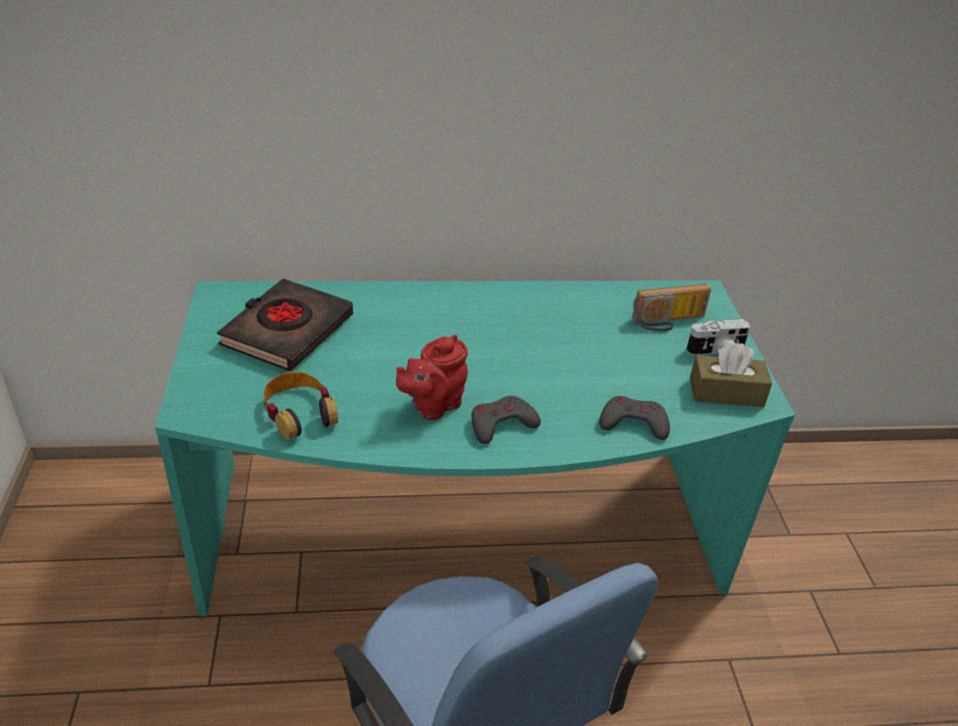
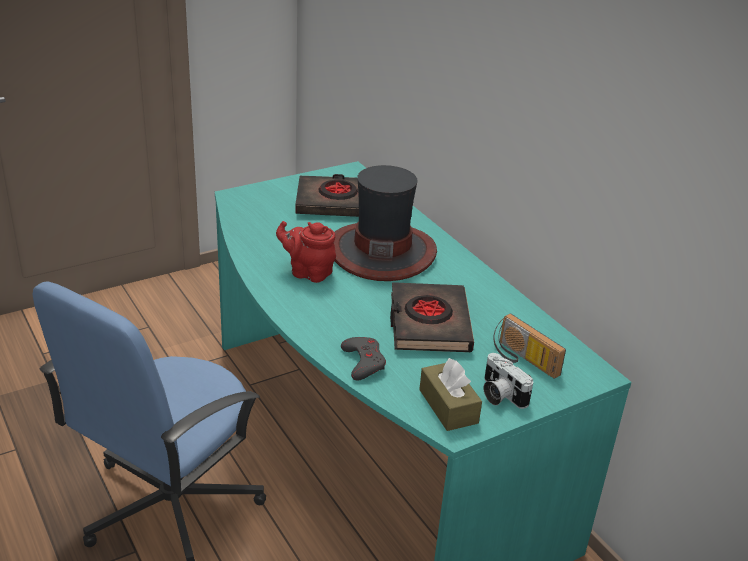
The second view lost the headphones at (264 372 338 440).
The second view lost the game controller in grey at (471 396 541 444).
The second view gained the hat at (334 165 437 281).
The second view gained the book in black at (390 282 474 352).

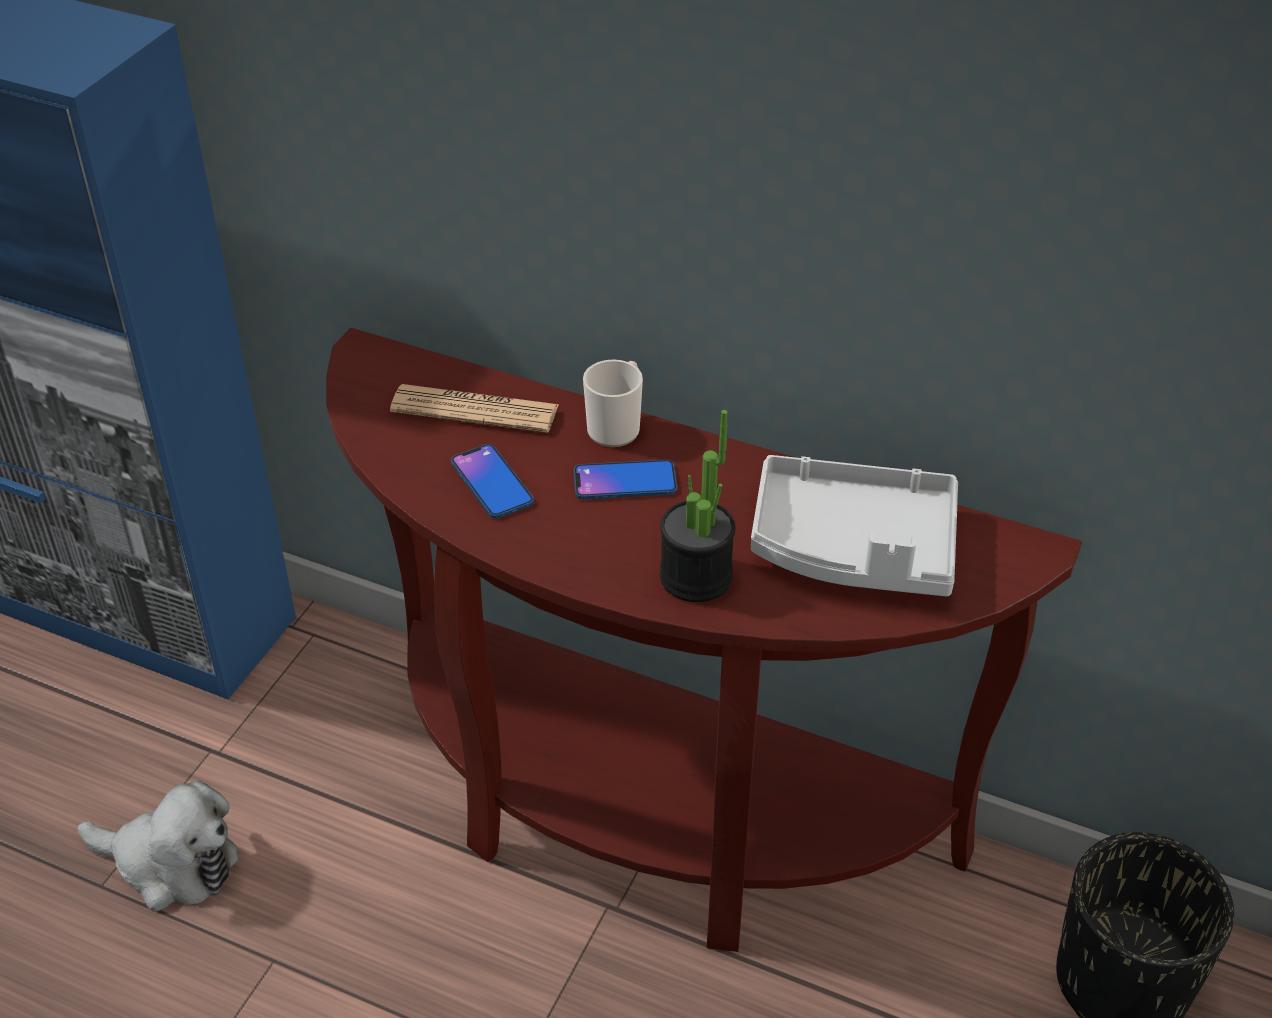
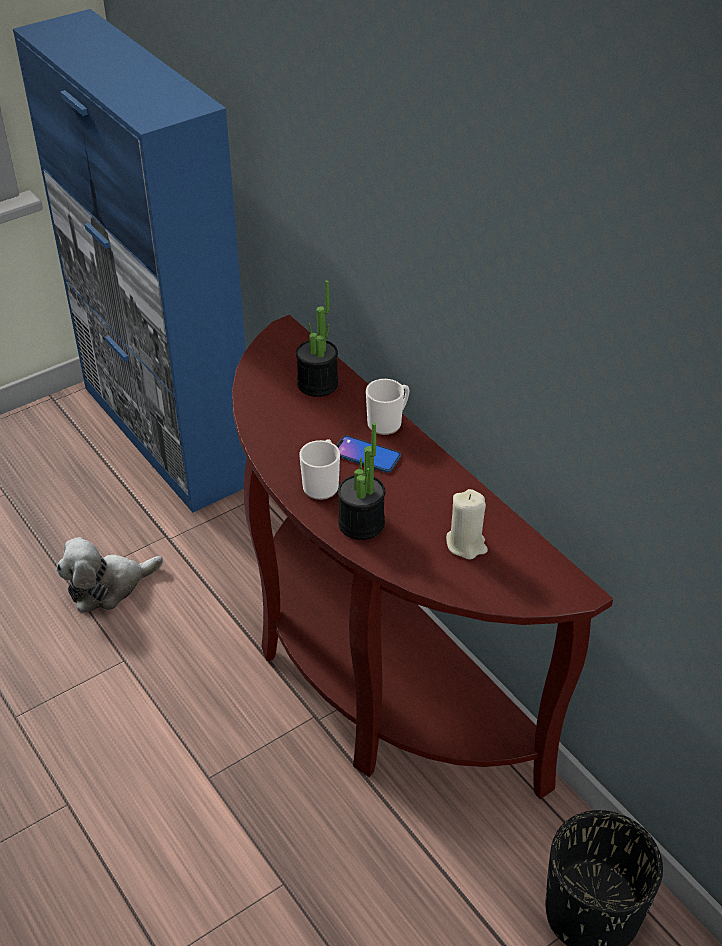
Where the newspaper stood at (390 384 559 433), the potted plant came to stand at (296 280 338 397).
The second view lost the phone at (451 444 534 518).
Where the tray in grey stood at (751 455 958 597), the candle in beige came to stand at (446 489 488 560).
The plush toy at (78 780 240 911) ended up facing another way, 105 degrees clockwise from before.
The second view gained the mug at (299 440 340 500).

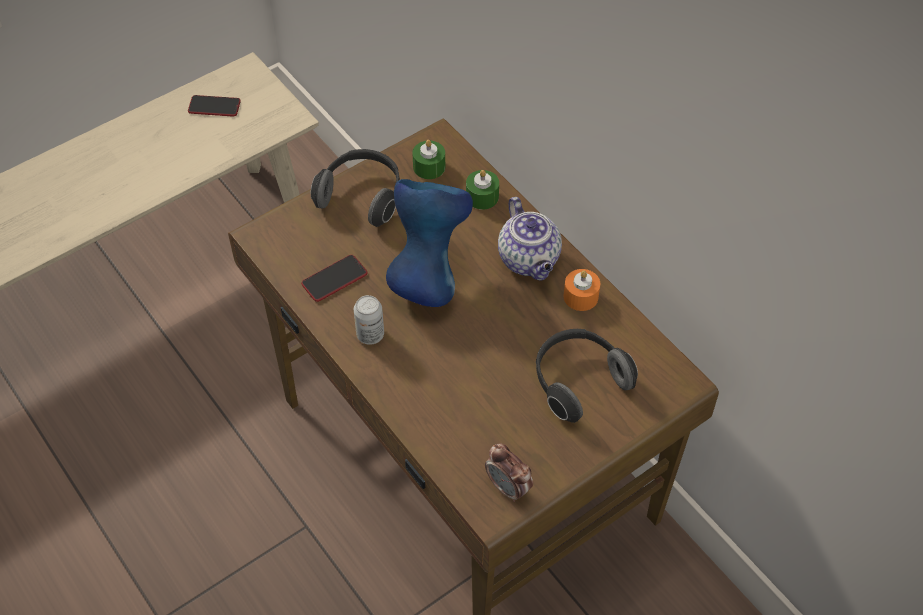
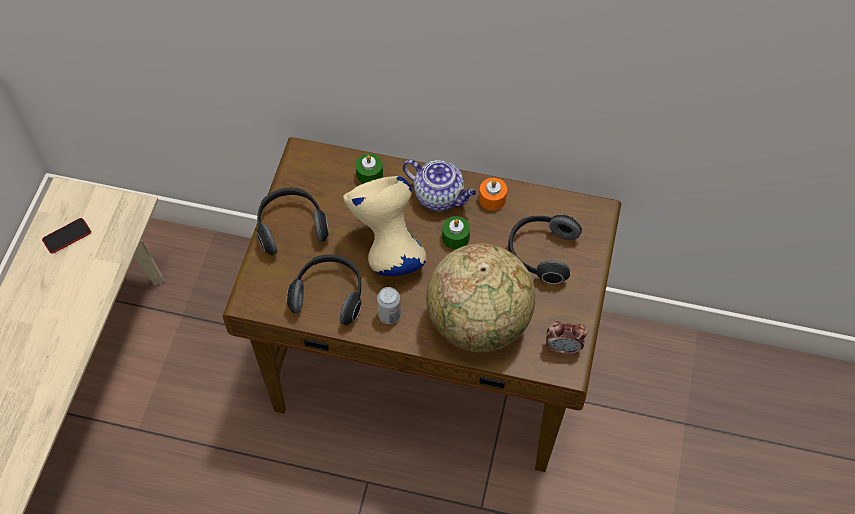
The candle in green ended up elsewhere, having gone from (413 140 445 179) to (442 216 470 249).
What was the vase in blue at (386 179 473 307) turned into the vase in beige at (343 176 426 276).
Where the phone stood at (301 255 368 302), the headphones came to stand at (287 254 362 325).
The second view gained the globe at (426 243 535 352).

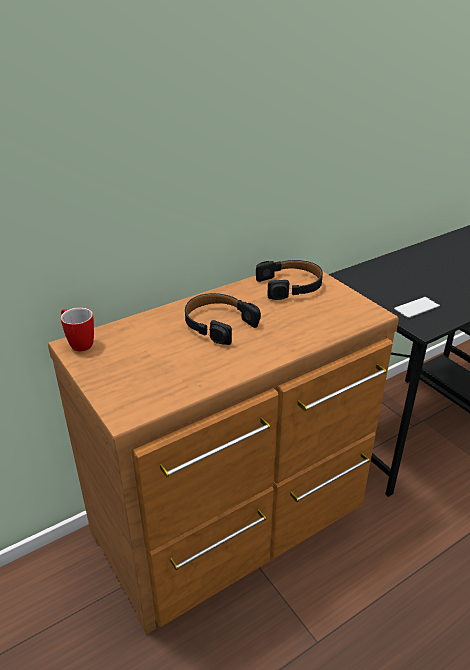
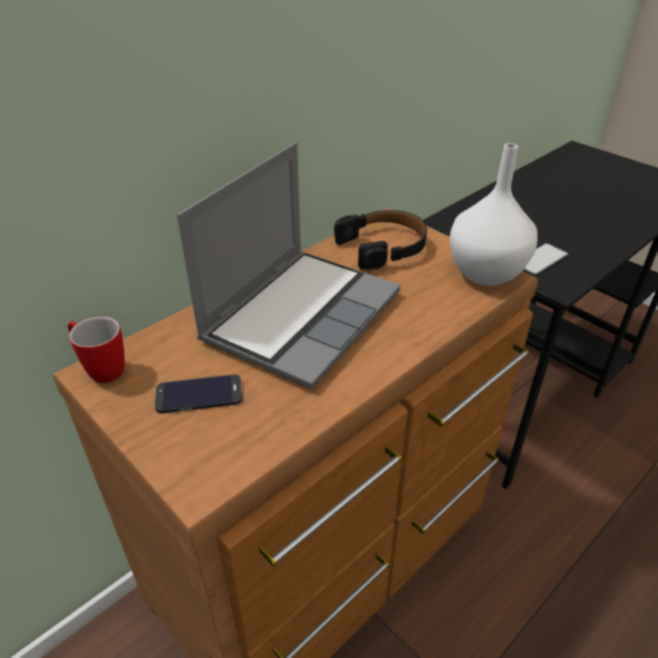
Where the headphones in black stood at (185 293 261 345), the laptop came to stand at (177 142 401 389).
The second view gained the vase in white at (449 143 537 286).
The second view gained the phone at (155 374 242 413).

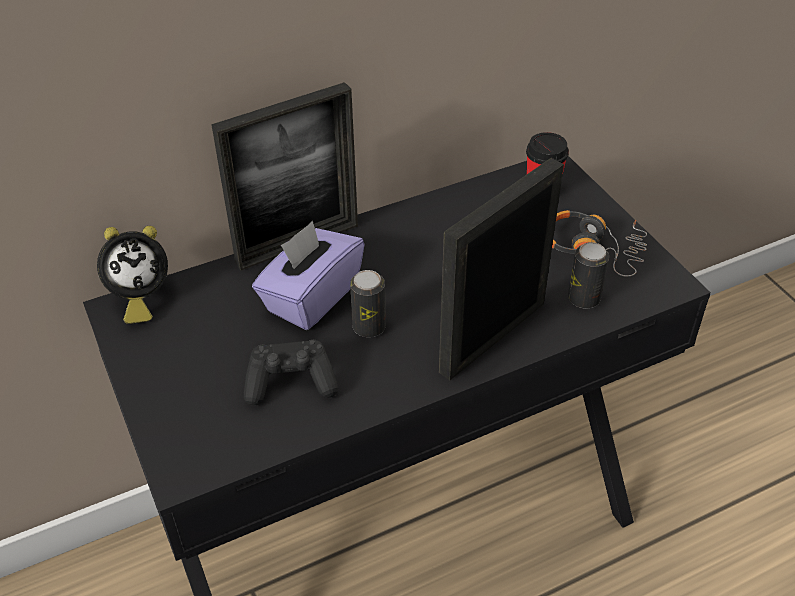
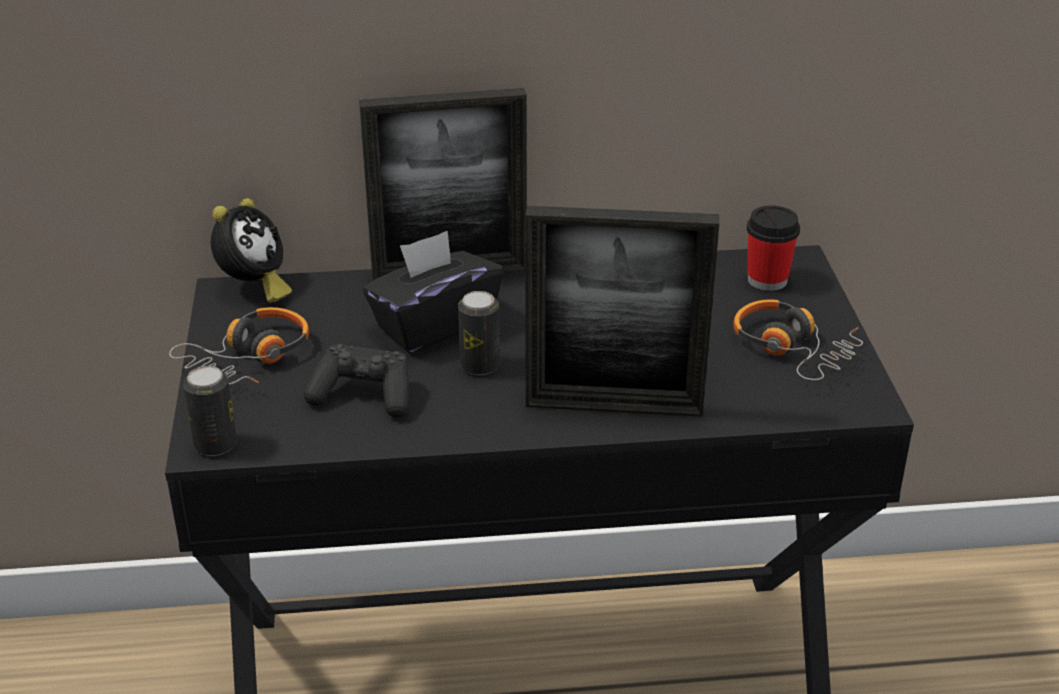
The picture frame at (439 158 564 380) ended up facing another way, 150 degrees counterclockwise from before.
What was the tissue box in purple at (252 221 365 330) turned into the tissue box in black at (363 231 503 353).
The alarm clock at (97 226 168 324) ended up facing another way, 60 degrees counterclockwise from before.
The can ended up elsewhere, having gone from (568 242 609 309) to (183 366 237 456).
The second view gained the headphones at (169 307 309 384).

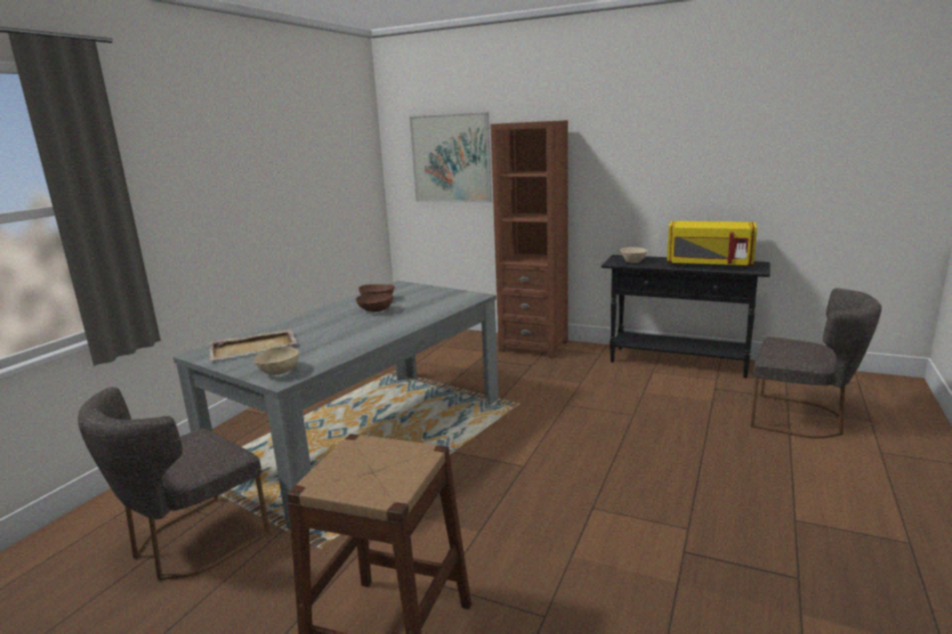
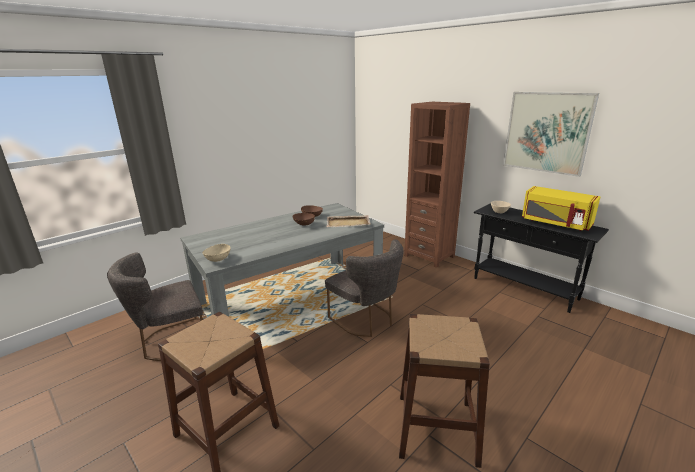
The picture ended up elsewhere, having gone from (409 112 492 202) to (503 92 599 177).
The chair in grey ended up elsewhere, having gone from (751 288 882 438) to (325 239 404 337).
The tray in beige ended up elsewhere, having gone from (209 329 297 361) to (327 215 371 227).
The second view gained the stool in brown at (399 314 490 468).

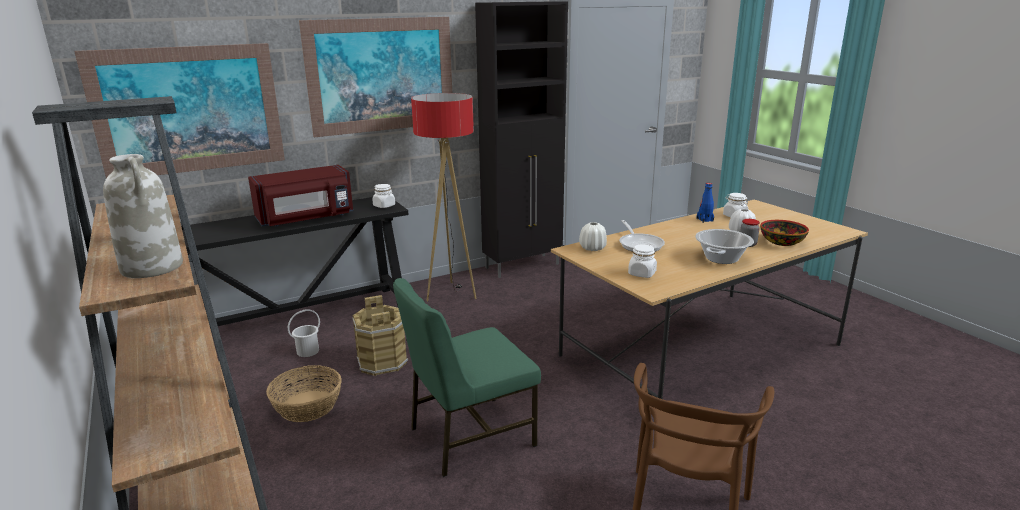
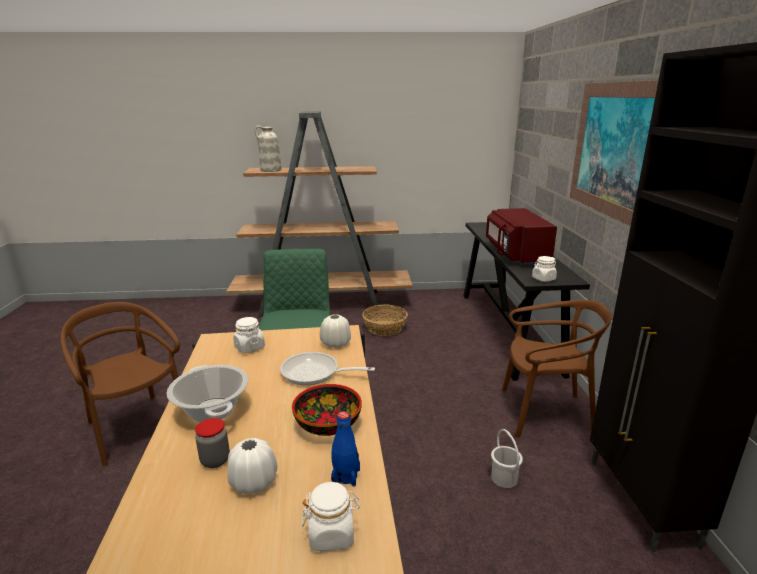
The second view lost the picture at (74 43 285 178).
Where the floor lamp stood at (411 93 477 302), the chair in brown came to stand at (502 300 612 437).
The bowl ended up elsewhere, having gone from (760 220 809 246) to (292 384 362 436).
The second view lost the bucket in brown at (352 295 408 376).
The bucket in white ended up elsewhere, having gone from (288 309 320 357) to (491 429 523 488).

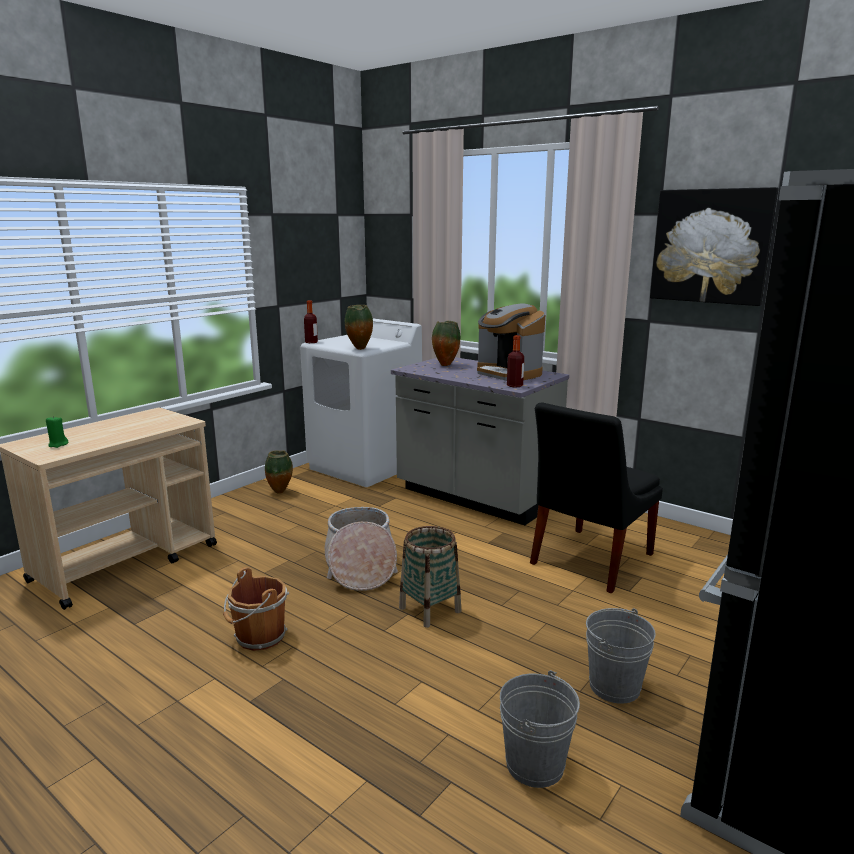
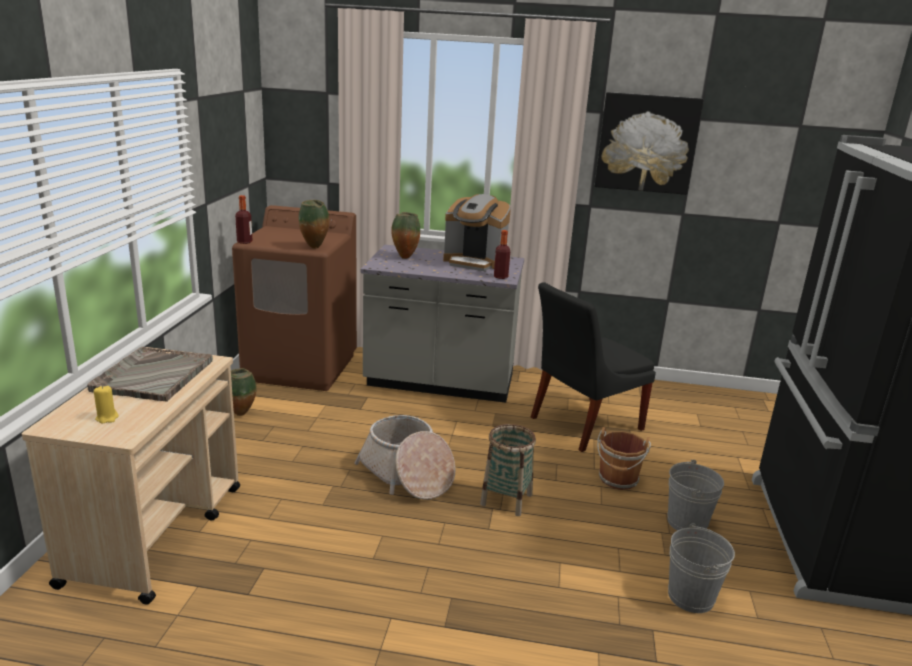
What was the washing machine in white at (300 319 422 487) turned into the washing machine in brown at (232 205 357 391).
The chair in black at (530 402 663 593) ended up facing another way, 45 degrees clockwise from before.
What was the candle in green at (46 416 68 448) turned into the candle in yellow at (94 385 118 424).
The bucket in brown ended up elsewhere, having gone from (223 567 289 651) to (597 427 651 490).
The second view gained the tray in grey at (87 347 213 402).

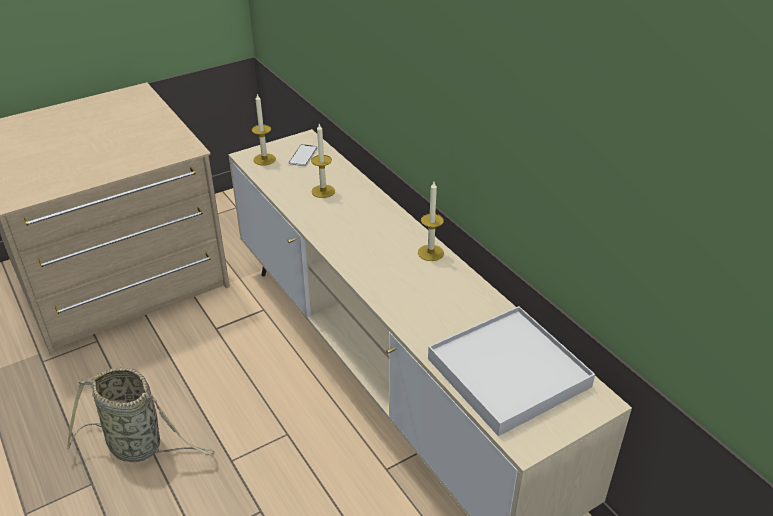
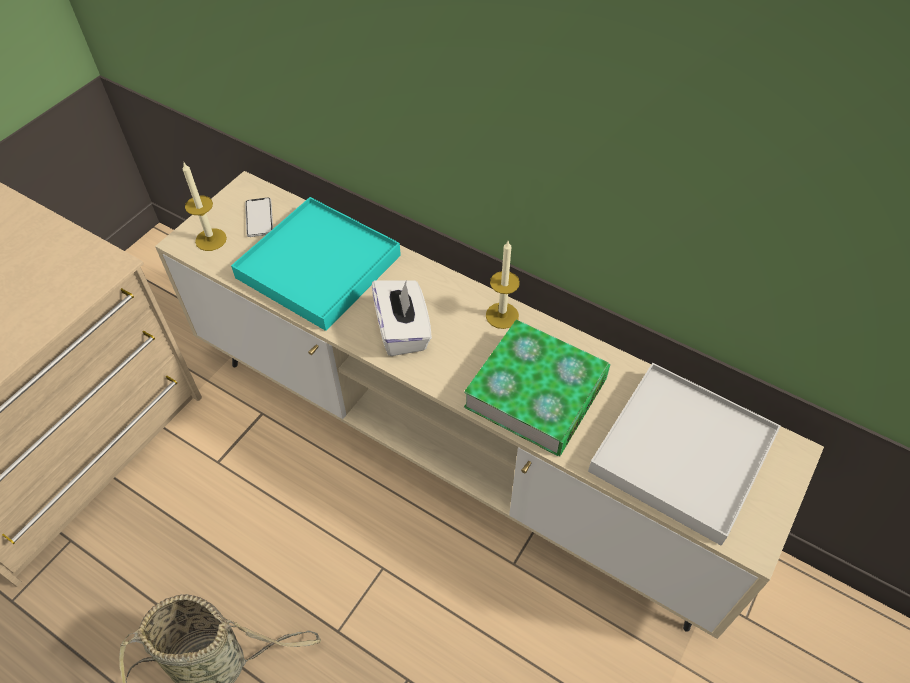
Where the candle stood at (311 124 335 198), the tray in turquoise came to stand at (231 197 401 331).
The second view gained the tissue box in white at (372 279 432 356).
The second view gained the book at (464 319 611 456).

